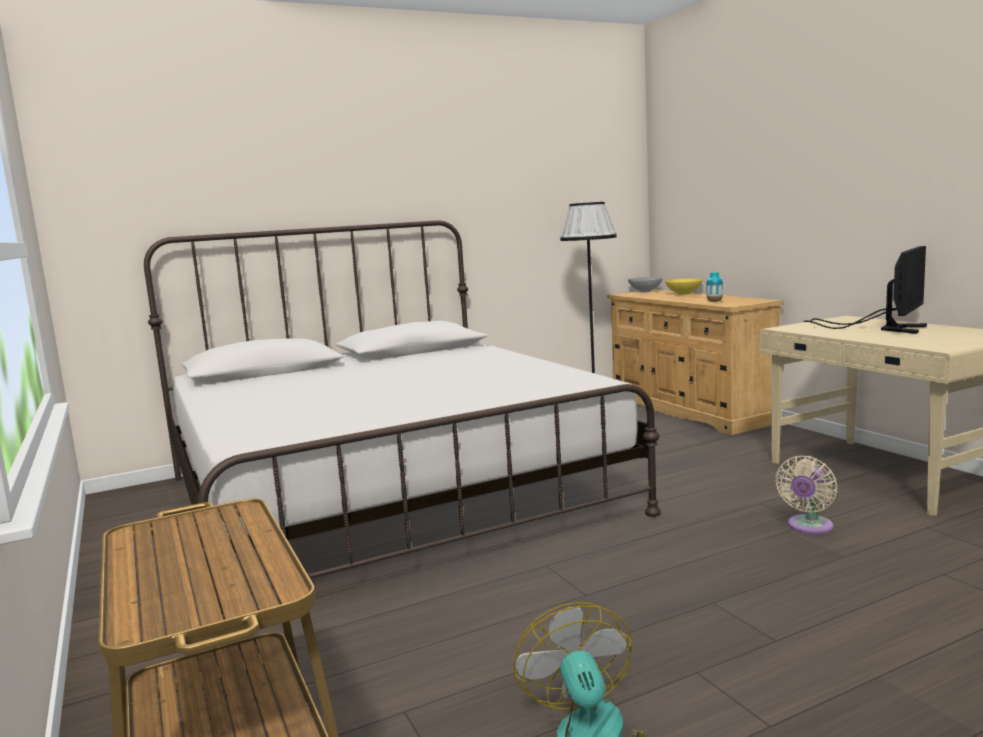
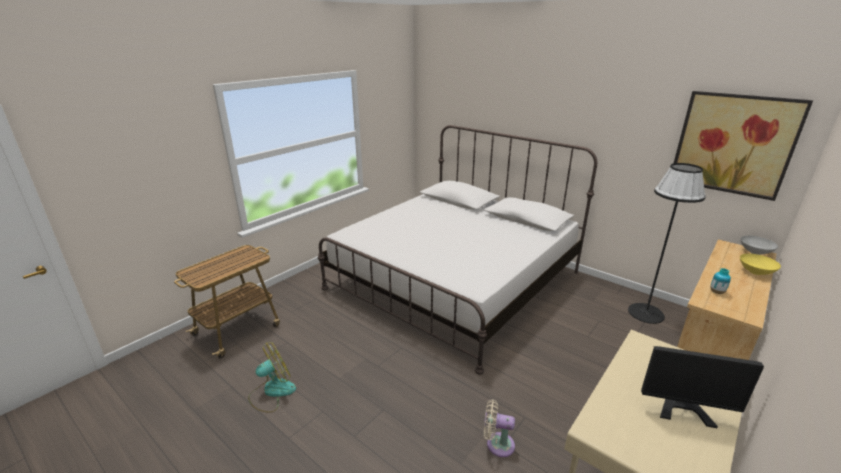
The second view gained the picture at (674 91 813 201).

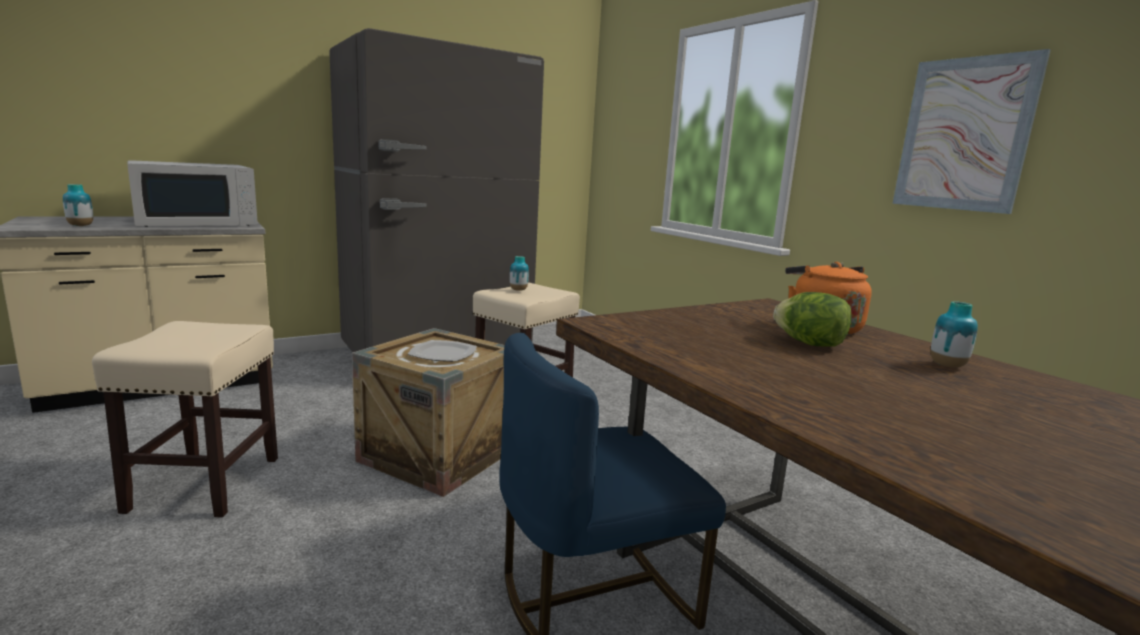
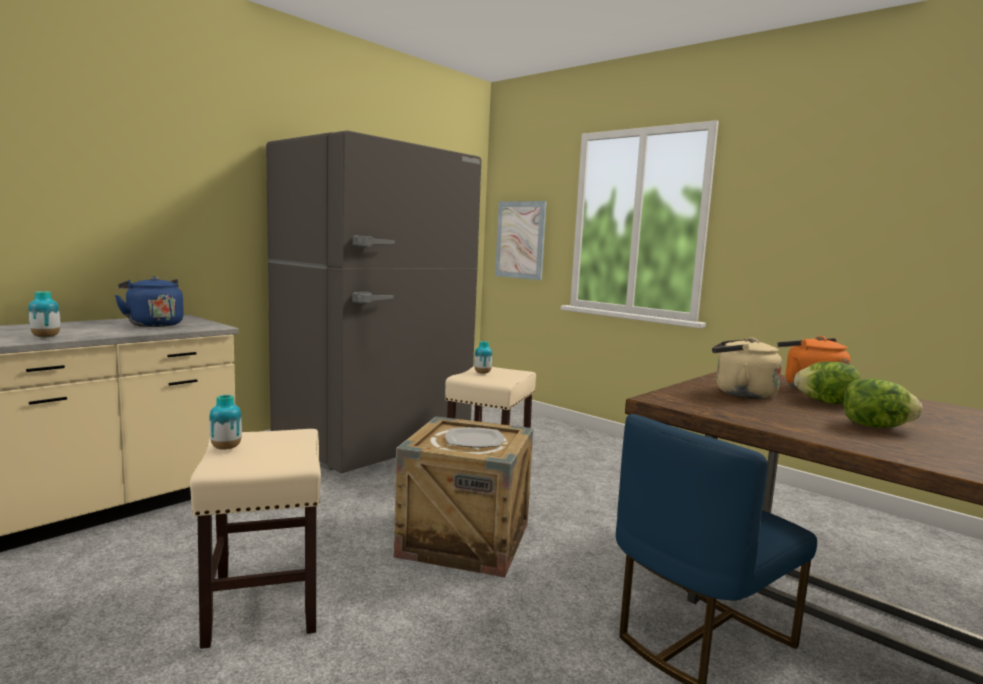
The picture ended up elsewhere, having gone from (893 49 1051 214) to (495 201 546 280).
Where the microwave in white stood at (127 160 258 227), the kettle in blue came to stand at (114 276 184 327).
The vase ended up elsewhere, having gone from (931 301 978 368) to (209 395 242 450).
The second view gained the kettle in beige at (712 338 782 399).
The second view gained the lettuce at (843 379 922 428).

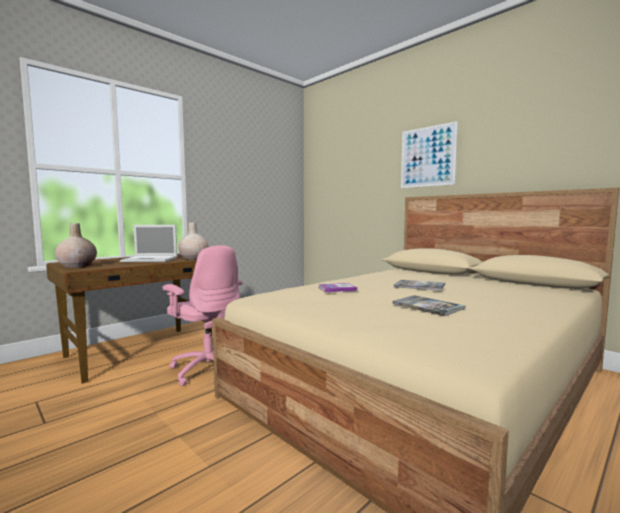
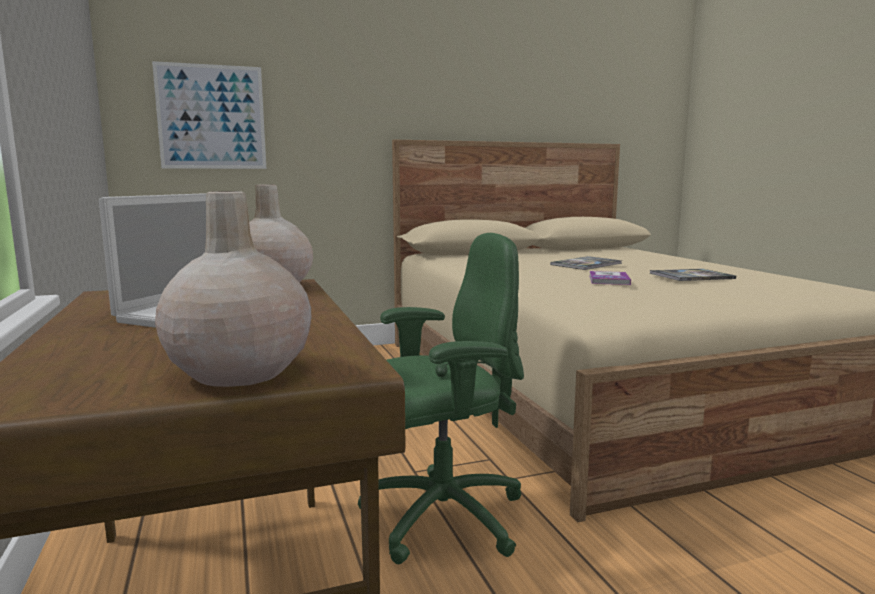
The picture ended up elsewhere, having gone from (401 121 458 188) to (152 61 266 169).
What was the office chair in pink at (163 245 243 386) turned into the office chair in green at (358 233 524 564).

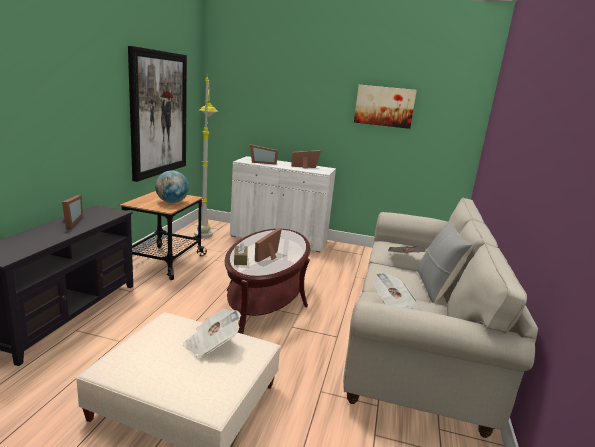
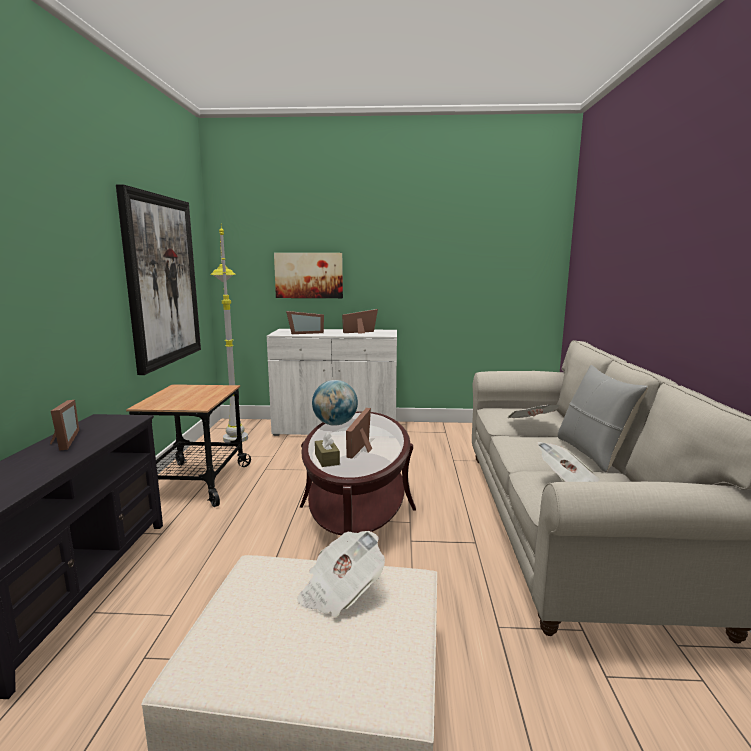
The picture ended up elsewhere, having gone from (354 85 417 129) to (274 253 343 298).
The globe ended up elsewhere, having gone from (155 170 189 203) to (312 380 358 426).

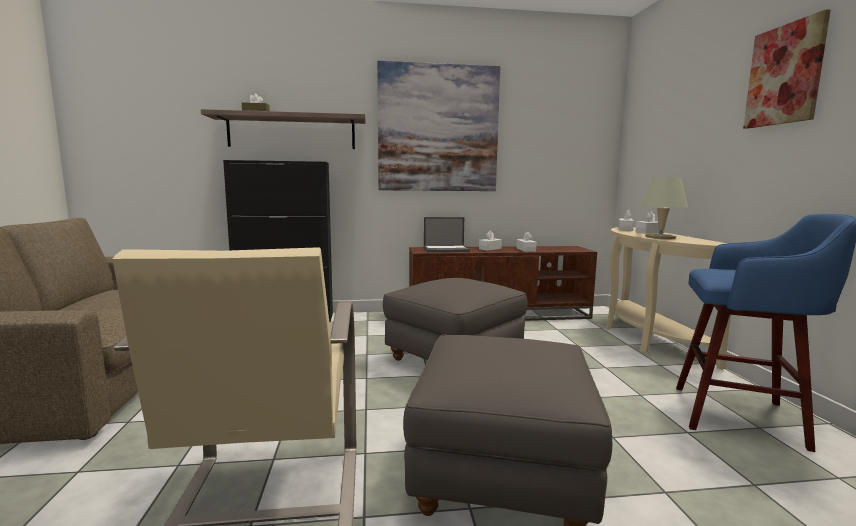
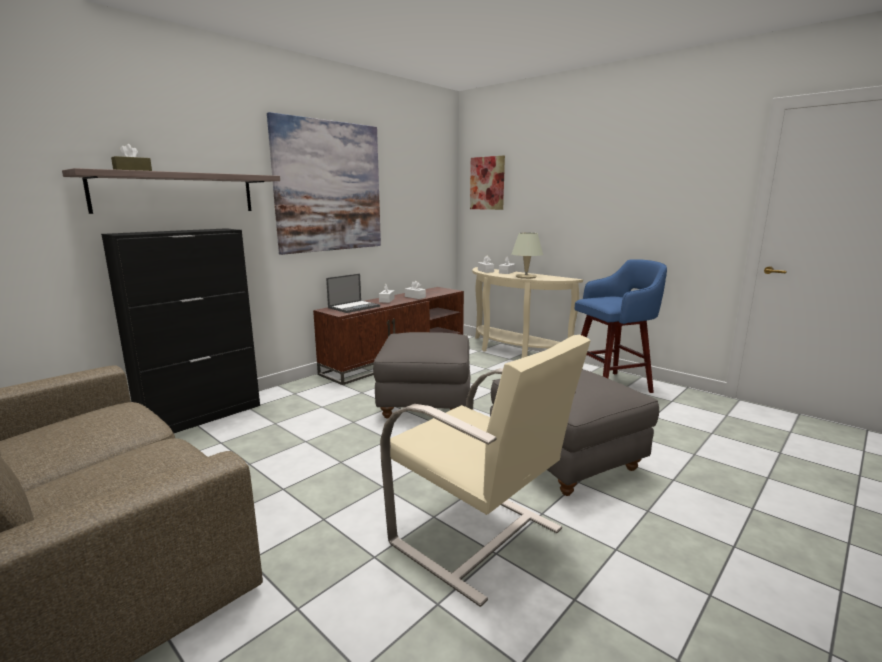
The picture ended up elsewhere, having gone from (743 9 831 129) to (470 156 505 210).

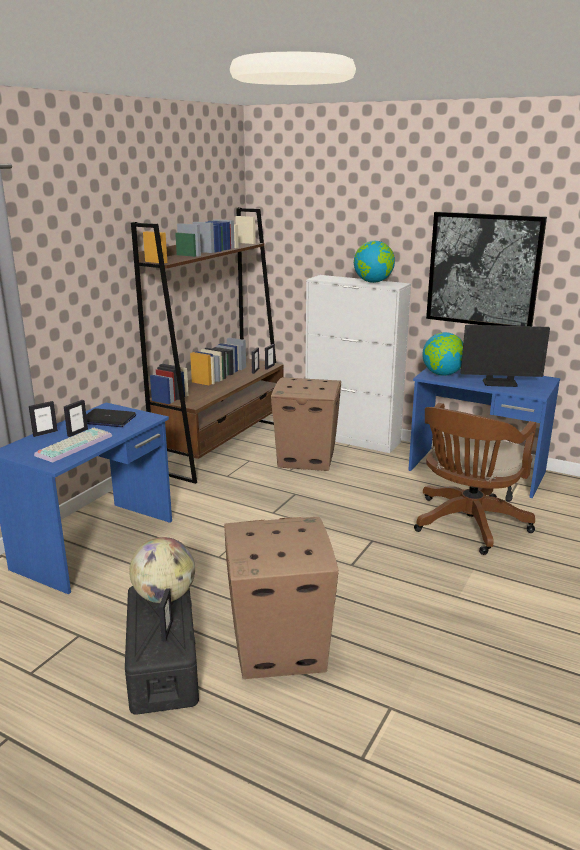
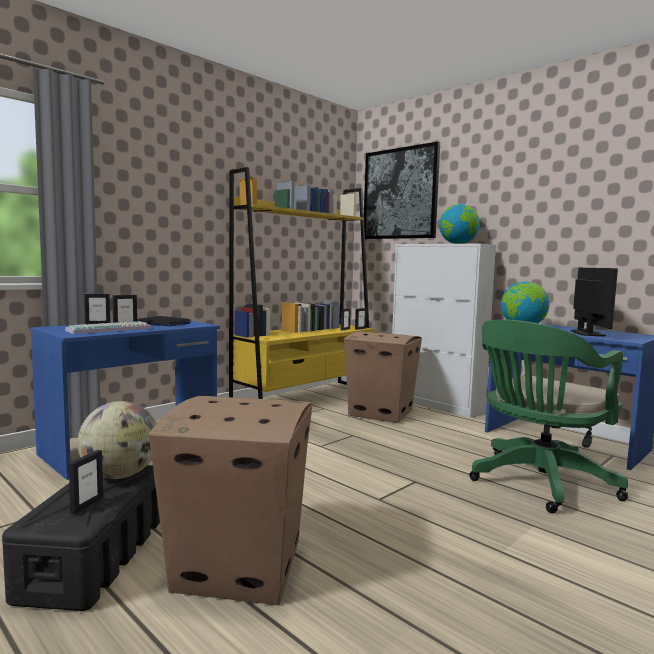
What was the bookcase in brown at (131 207 284 484) turned into the bookcase in yellow at (229 167 375 399).
The picture ended up elsewhere, having gone from (426 212 547 326) to (364 142 440 239).
The monitor at (461 325 550 387) ended up facing another way, 105 degrees counterclockwise from before.
What was the office chair in brown at (414 403 536 555) turned into the office chair in green at (469 319 628 513).

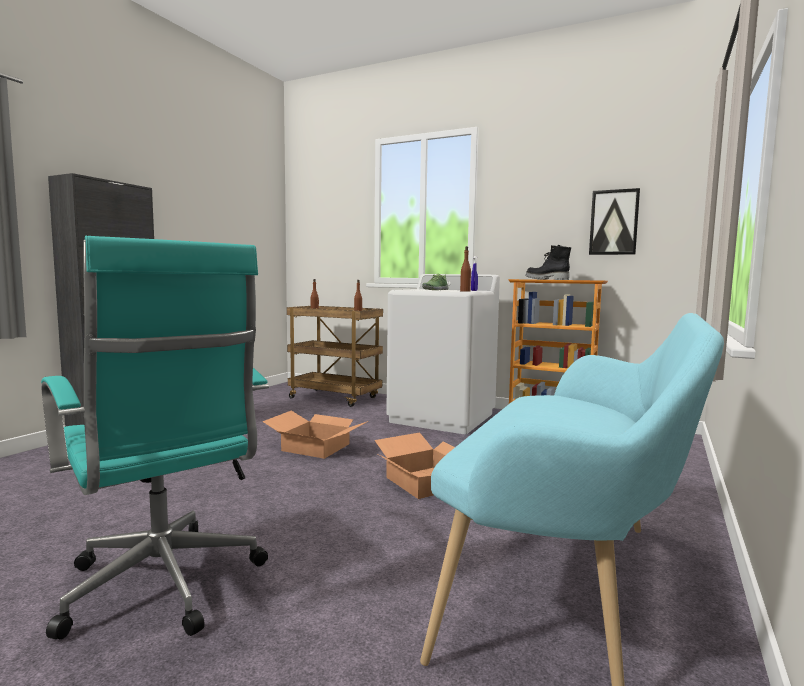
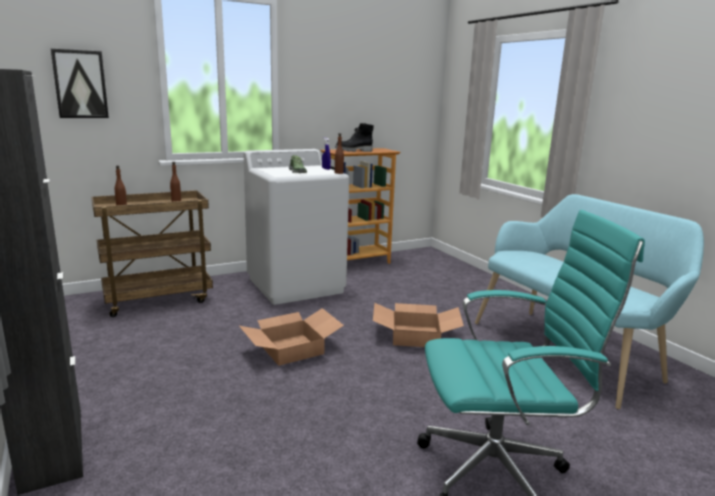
The picture ended up elsewhere, having gone from (589 188 640 255) to (51 49 109 118).

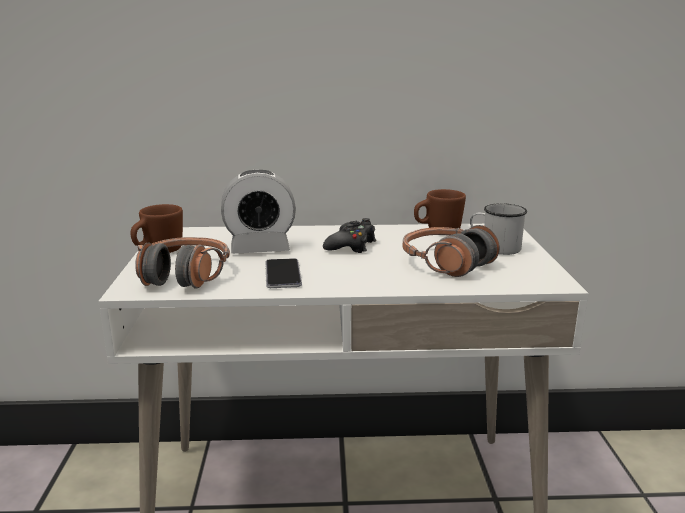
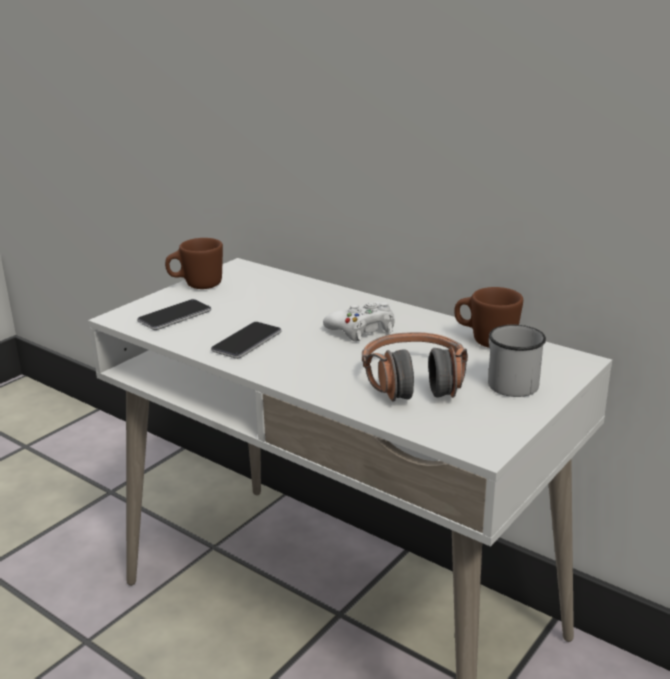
The second view lost the alarm clock at (221 169 296 254).
What was the game controller in black at (323 218 376 253) turned into the game controller in white at (323 302 394 341).
Where the headphones stood at (135 237 230 289), the phone came to stand at (137 299 211 330).

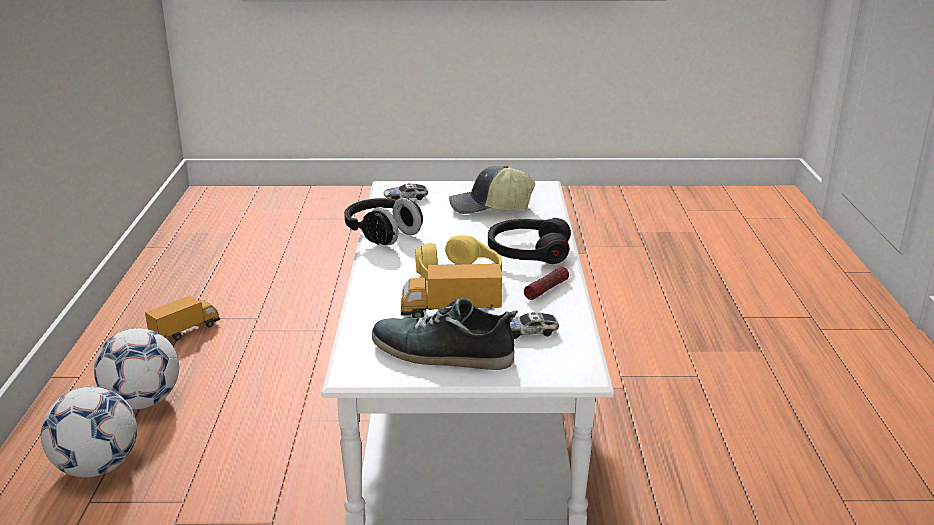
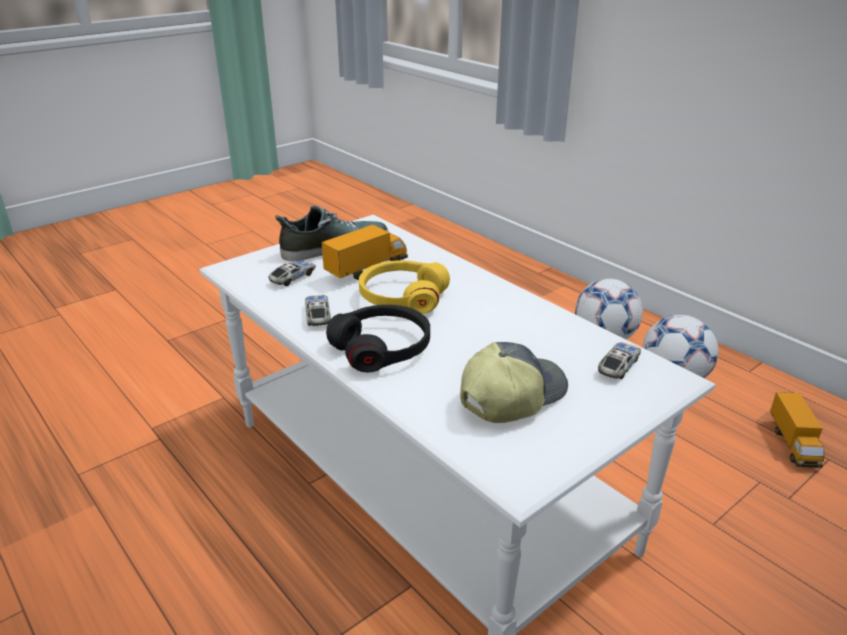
The second view lost the headphones in black at (344 197 423 245).
Where the flashlight stood at (524 267 569 300), the toy car came to stand at (305 295 331 326).

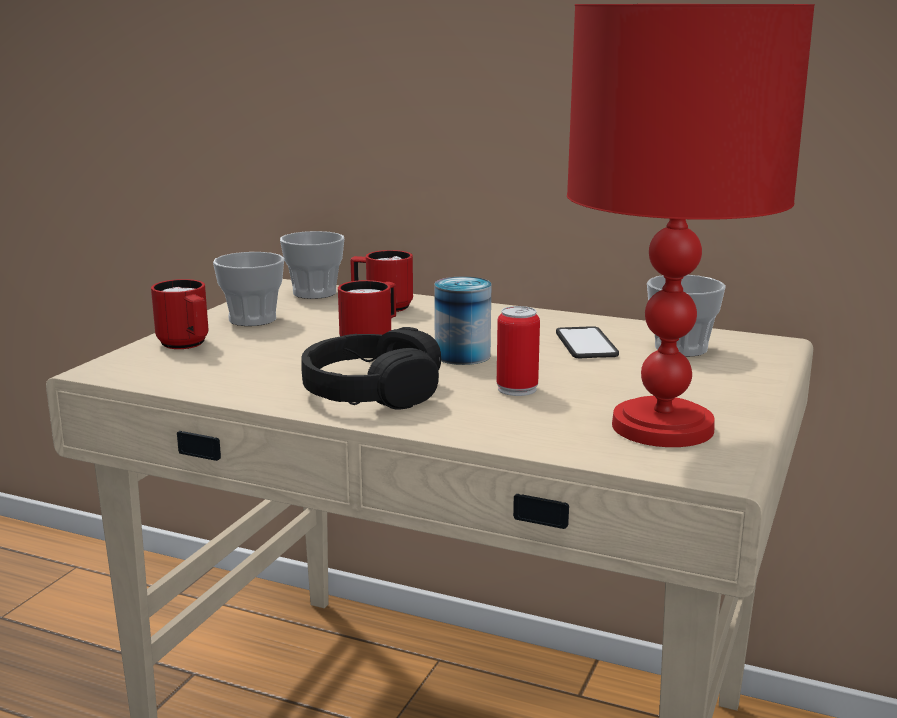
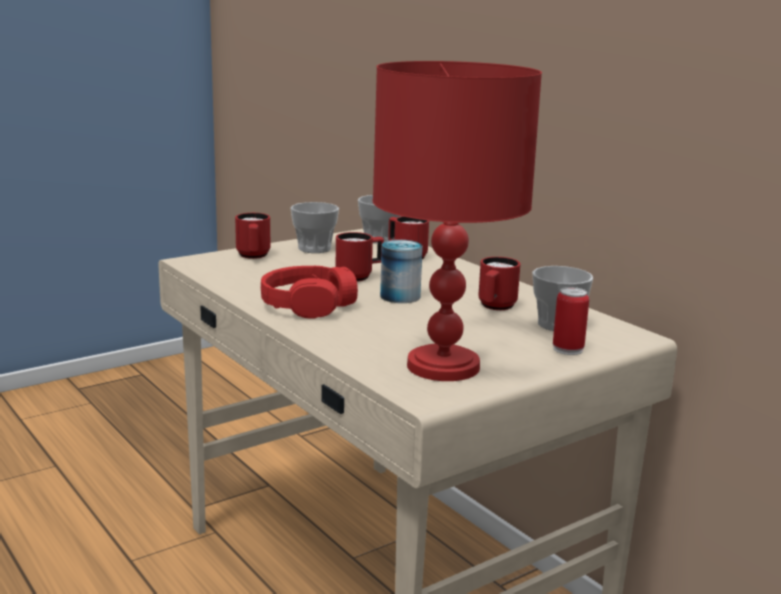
The can ended up elsewhere, having gone from (497 306 540 396) to (553 287 589 355).
Where the phone stood at (556 326 619 358), the mug in red came to stand at (478 257 520 310).
What was the headphones in black at (302 327 441 410) turned into the headphones in red at (261 266 358 319).

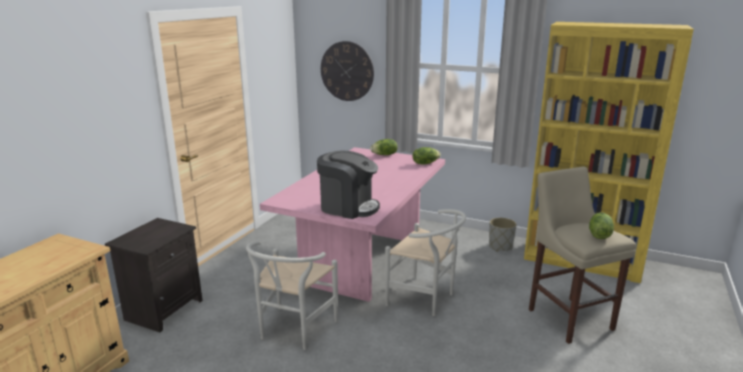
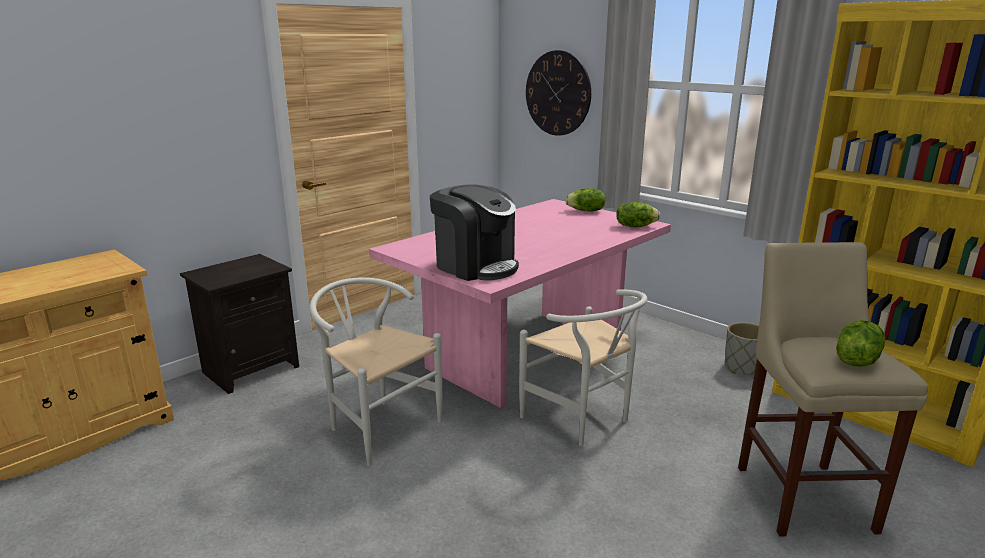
The chair in white at (246 240 338 350) ended up facing another way, 90 degrees clockwise from before.

